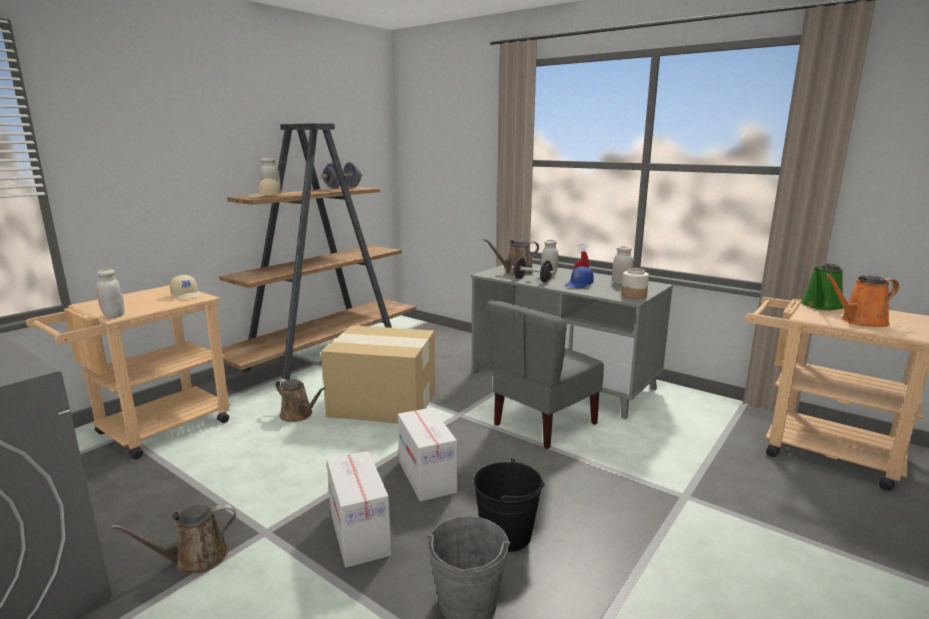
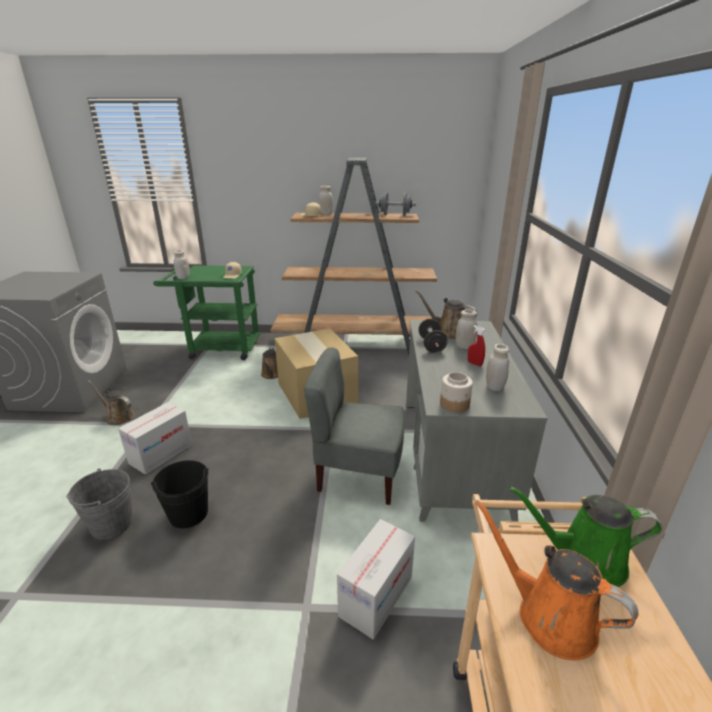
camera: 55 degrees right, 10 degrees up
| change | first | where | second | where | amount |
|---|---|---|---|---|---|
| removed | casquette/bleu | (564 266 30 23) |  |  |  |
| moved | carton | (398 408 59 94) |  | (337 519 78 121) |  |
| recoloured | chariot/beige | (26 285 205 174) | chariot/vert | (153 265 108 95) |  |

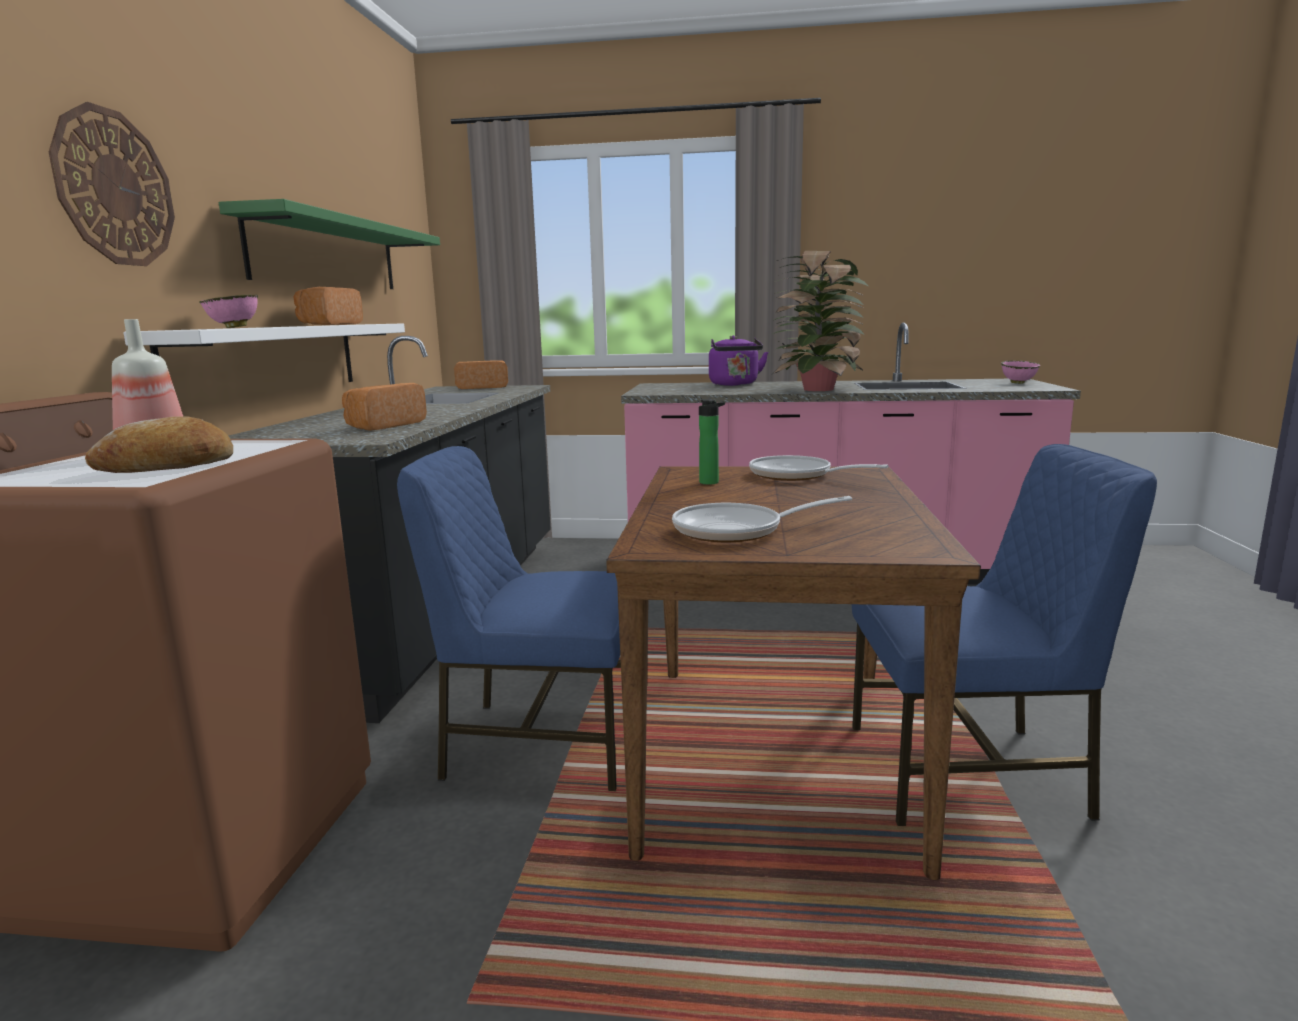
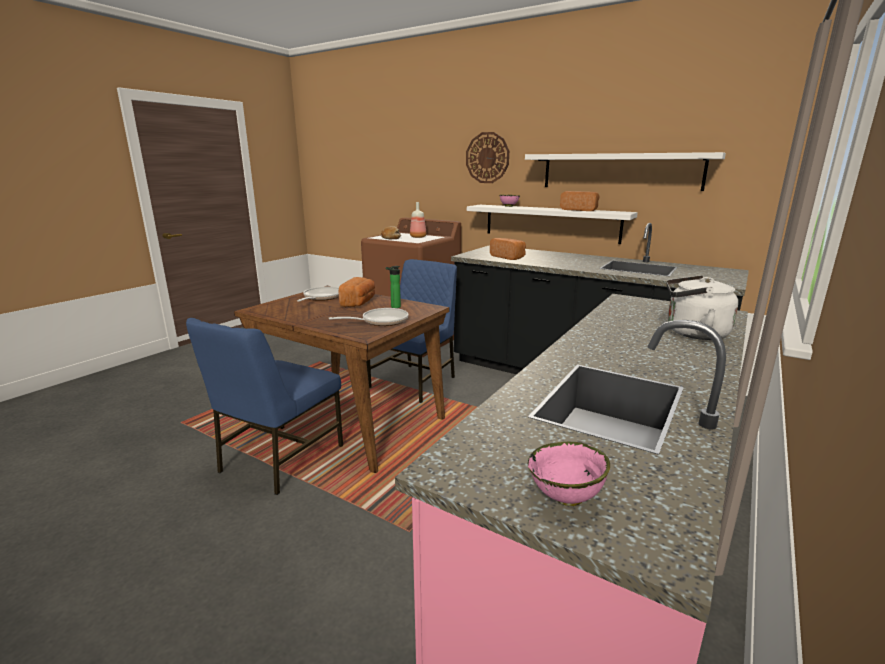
camera: 115 degrees right, 5 degrees up
| change | first | where | second | where | amount |
|---|---|---|---|---|---|
| removed | plante en pot | (771 251 97 140) |  |  |  |
| moved | pain | (454 360 54 29) |  | (339 277 36 30) |  |
| recoloured | étagère/vert | (219 199 221 90) | étagère/blanc | (525 152 201 39) |  |
| recoloured | bouilloire/violet | (709 335 59 51) | bouilloire/blanc | (666 275 72 65) |  |

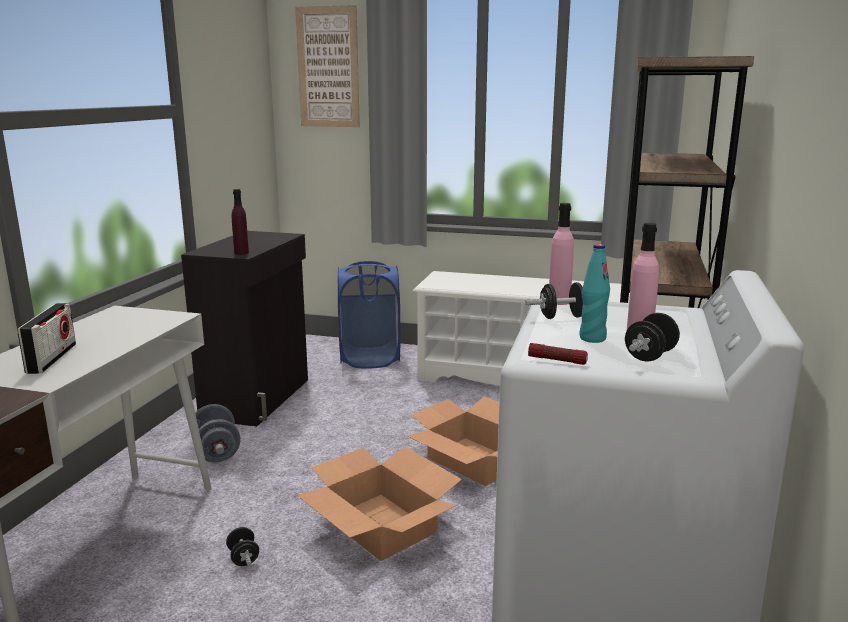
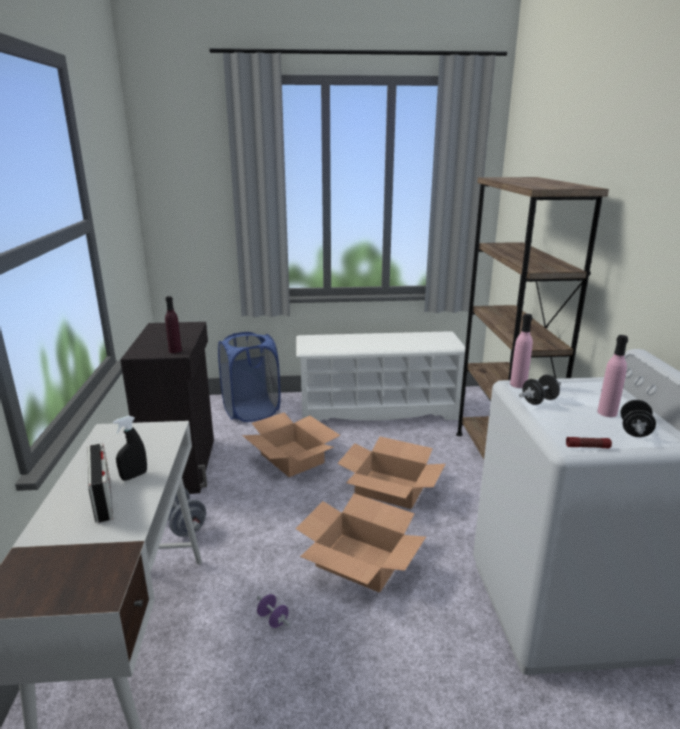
camera: 20 degrees left, 5 degrees up
| change | first | where | second | where | amount |
|---|---|---|---|---|---|
| removed | tableau | (295 5 65 122) |  |  |  |
| removed | bouteille/turquoise | (580 244 30 99) |  |  |  |
| added |  |  | vaporisateur/noir | (113 416 34 65) |  |
| added |  |  | carton | (242 413 99 64) |  |
| recoloured | haltère/noir | (226 527 33 39) | haltère/violet | (257 594 34 34) |  |

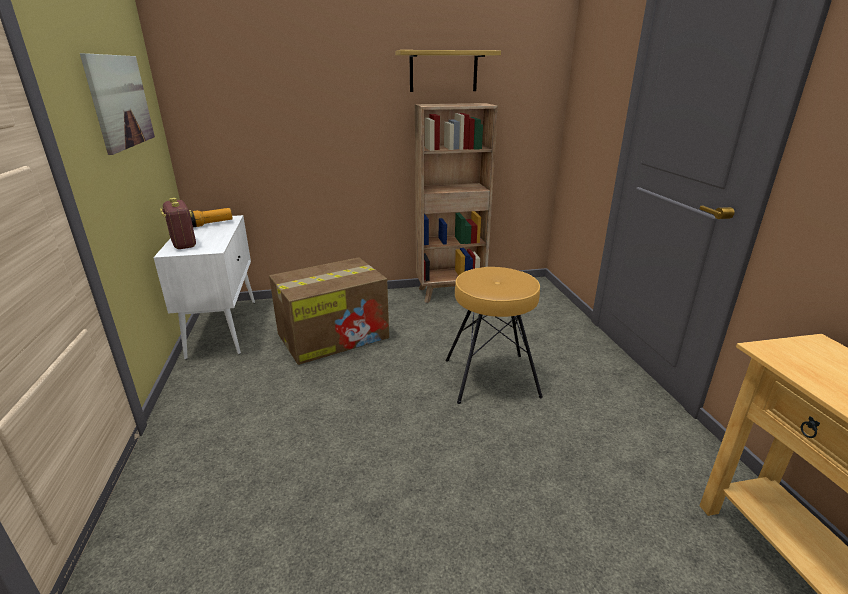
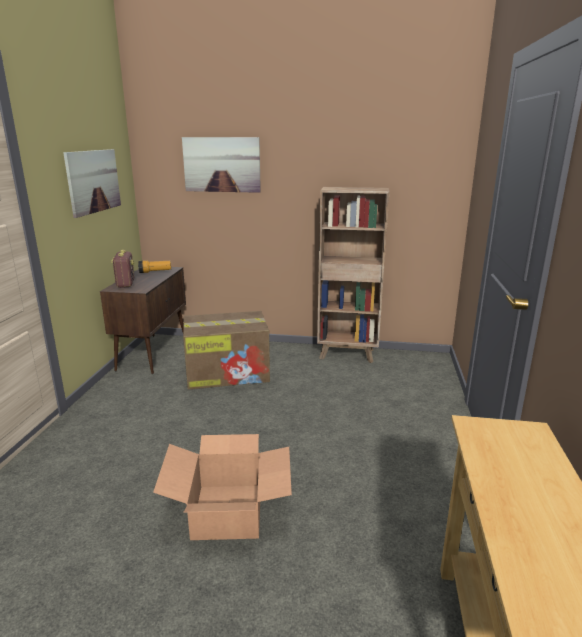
camera: 20 degrees right, 5 degrees down
| change | first | where | second | where | amount |
|---|---|---|---|---|---|
| removed | étagère | (396 50 105 42) |  |  |  |
| removed | tabouret/marron | (446 267 97 137) |  |  |  |
| added |  |  | carton | (153 434 139 106) |  |
| added |  |  | tableau | (182 137 79 56) |  |
| recoloured | meuble de rangement/blanc | (153 215 102 145) | meuble de rangement/marron | (100 267 86 107) |  |

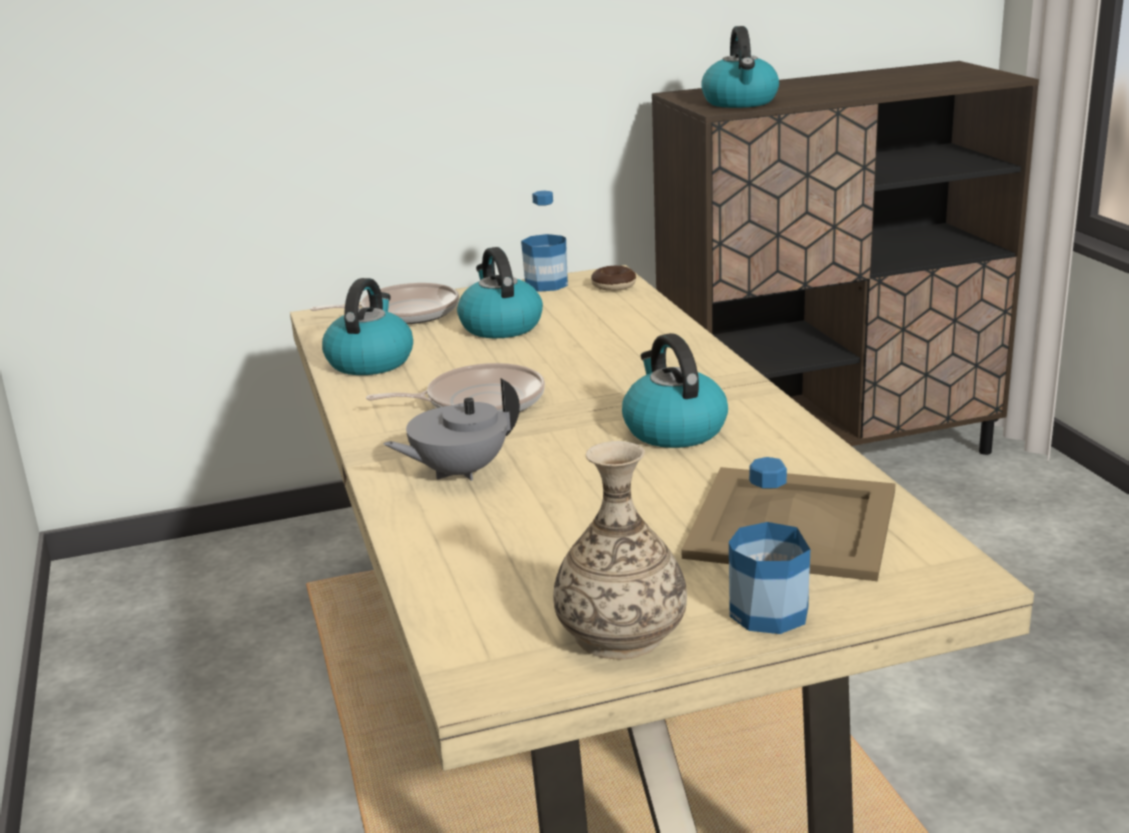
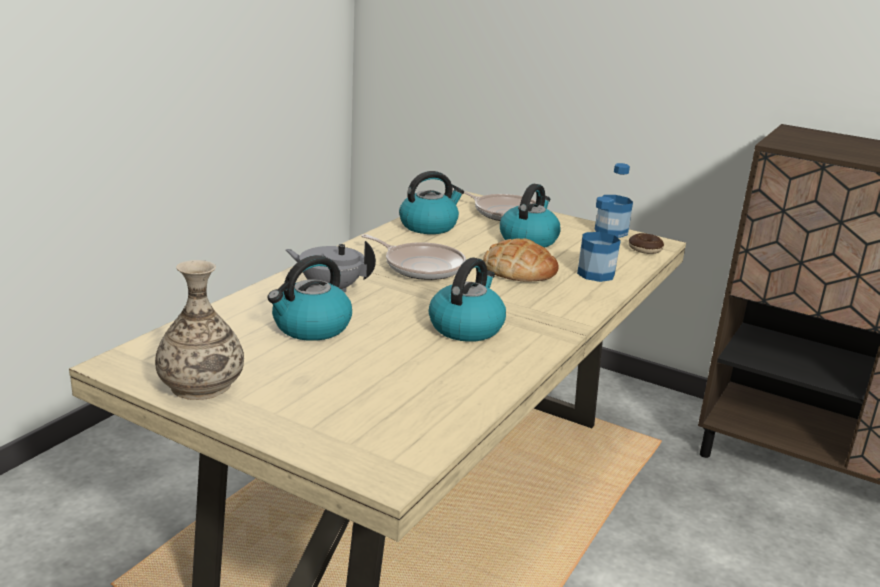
camera: 45 degrees right, 0 degrees up
| change | first | where | second | where | amount |
|---|---|---|---|---|---|
| removed | plateau/beige | (682 467 213 114) |  |  |  |
| added |  |  | pain | (483 238 75 44) |  |
| moved | bouilloire | (701 26 78 82) |  | (267 255 85 86) |  |
| moved | bouteille | (729 457 81 177) |  | (577 197 44 85) |  |

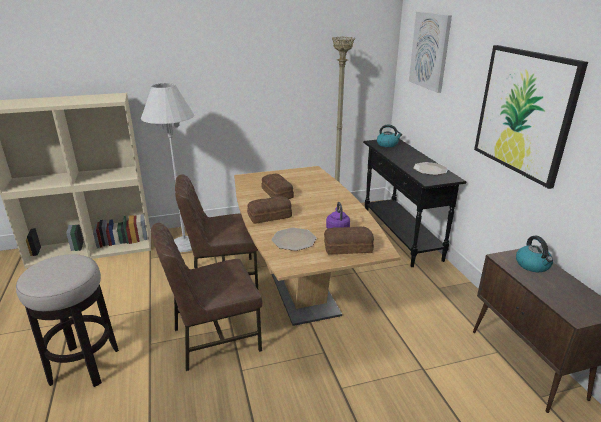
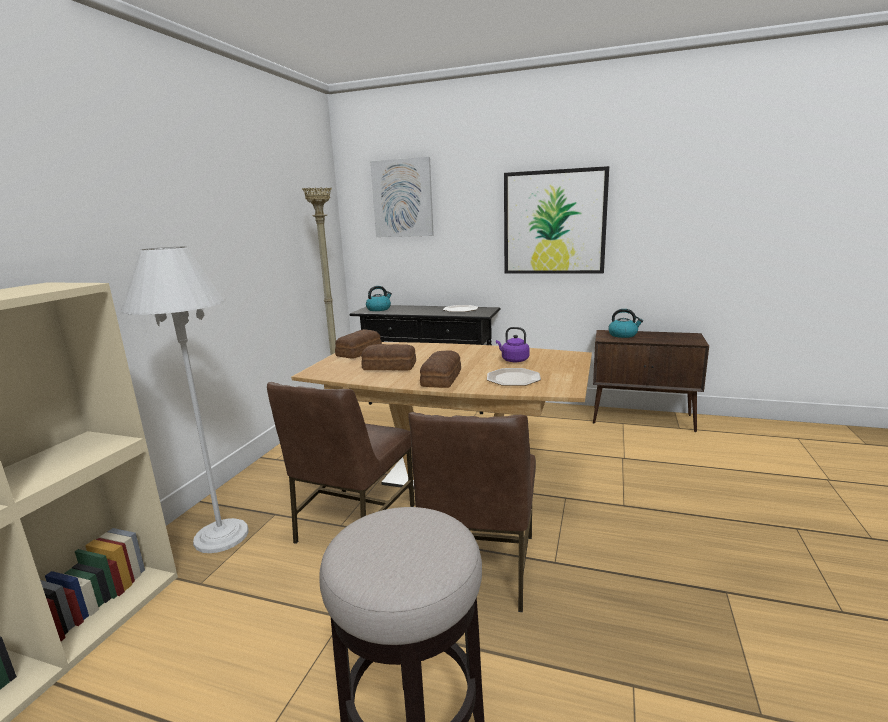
camera: 55 degrees left, 10 degrees down
| change | first | where | second | where | amount |
|---|---|---|---|---|---|
| moved | pain | (324 227 50 28) |  | (335 329 47 30) |  |

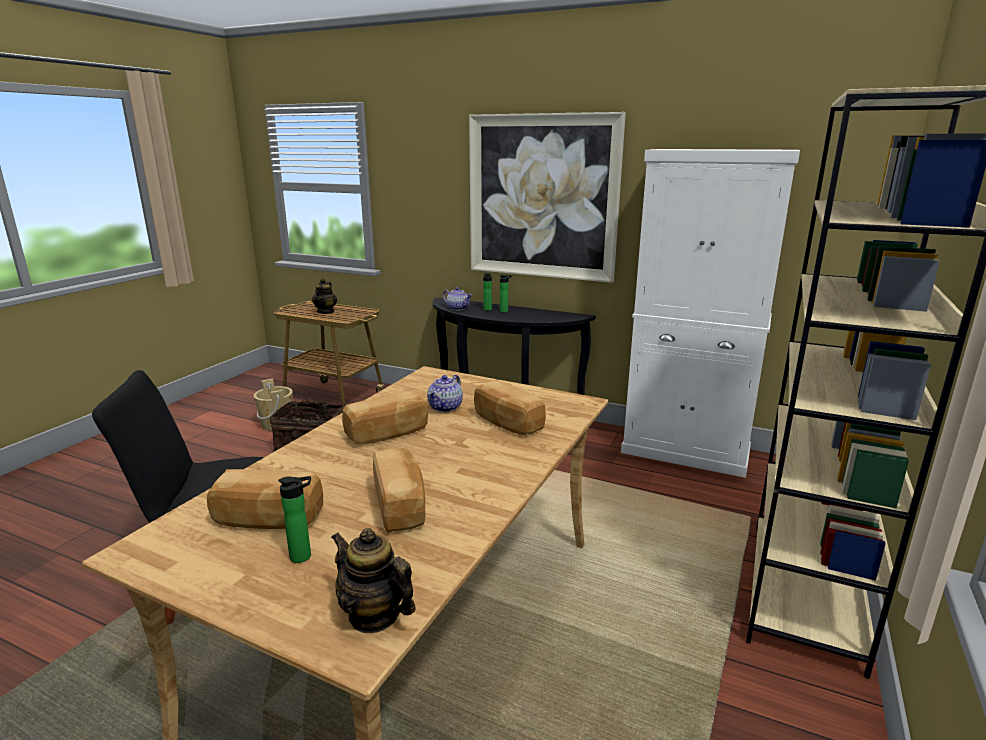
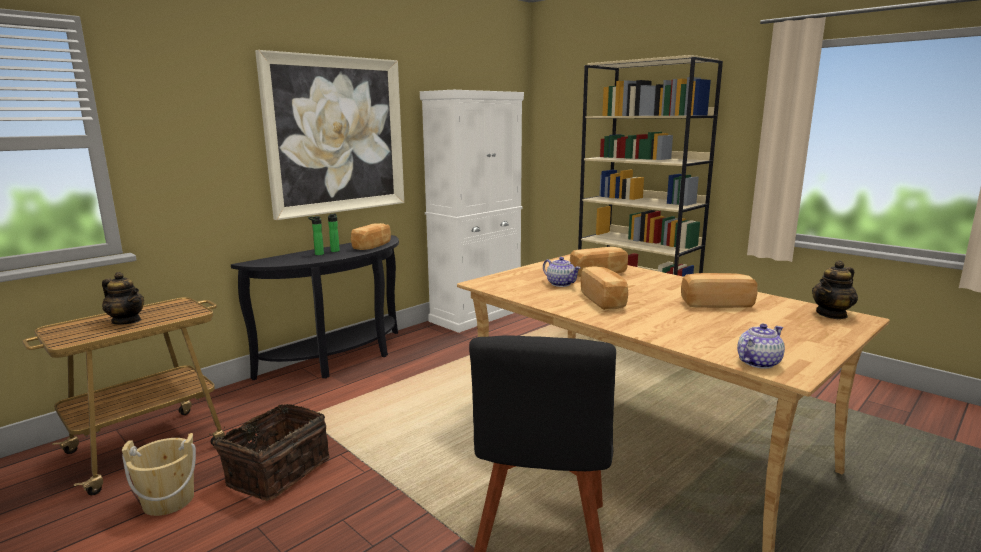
camera: 70 degrees left, 5 degrees down
| change | first | where | second | where | amount |
|---|---|---|---|---|---|
| removed | bouteille | (278 476 33 87) |  |  |  |
| moved | pain | (207 469 116 60) |  | (351 223 40 27) |  |
| moved | théière | (443 287 29 24) |  | (737 324 48 45) |  |

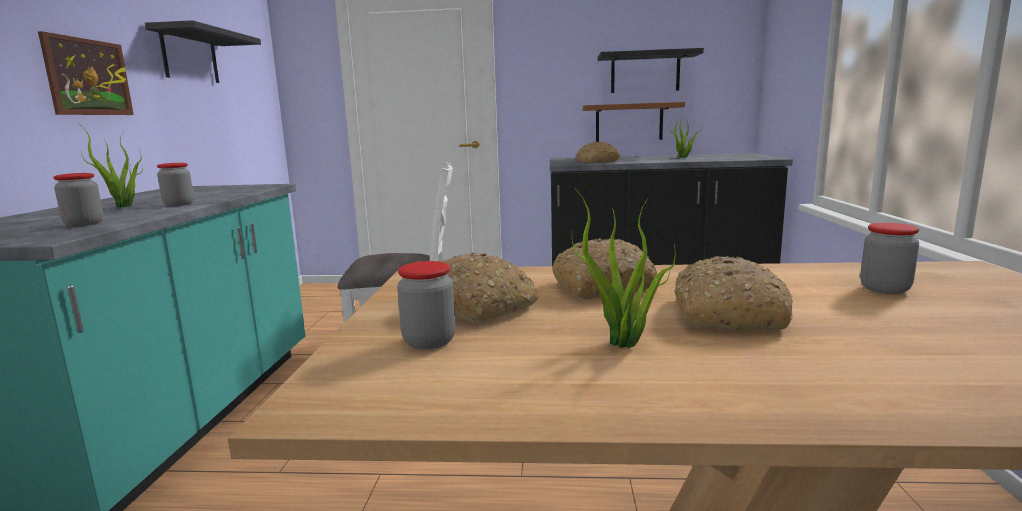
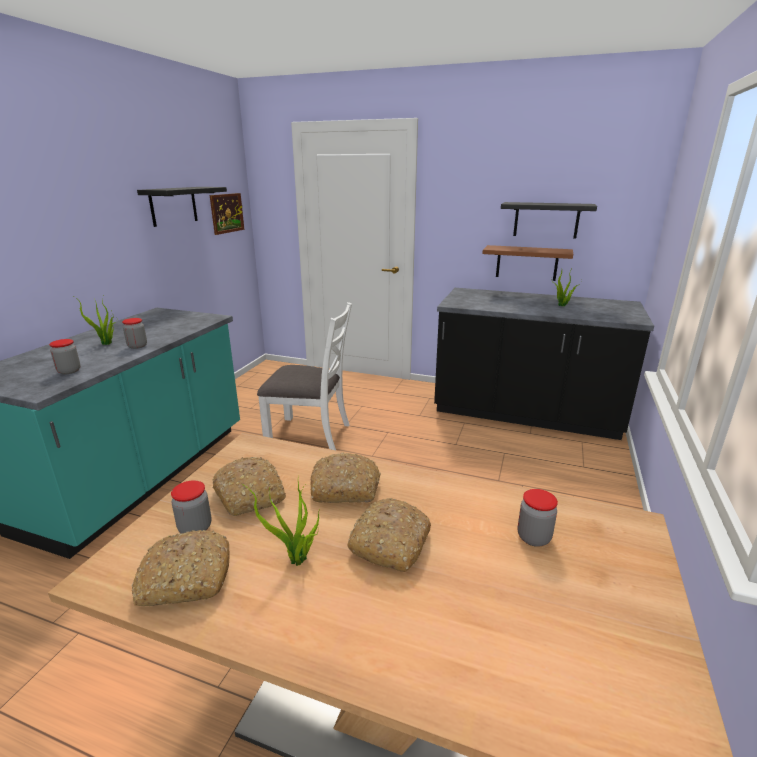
camera: 15 degrees right, 10 degrees up
| change | first | where | second | where | amount |
|---|---|---|---|---|---|
| moved | tableau | (38 31 96 84) |  | (210 193 34 42) |  |
| moved | pain | (576 142 44 21) |  | (132 530 98 76) |  |

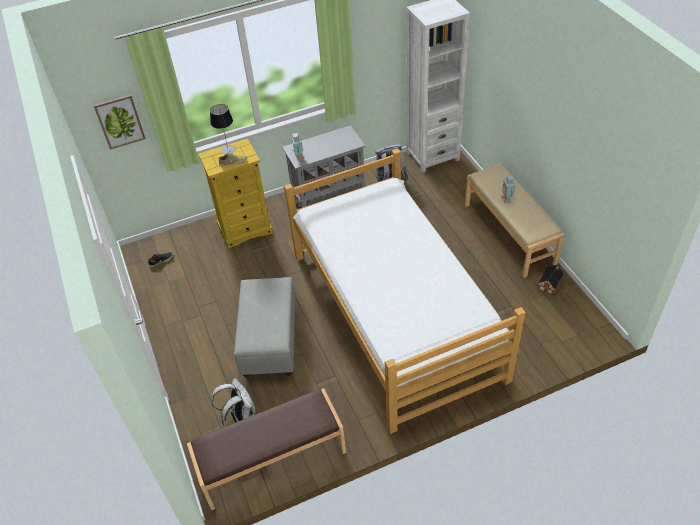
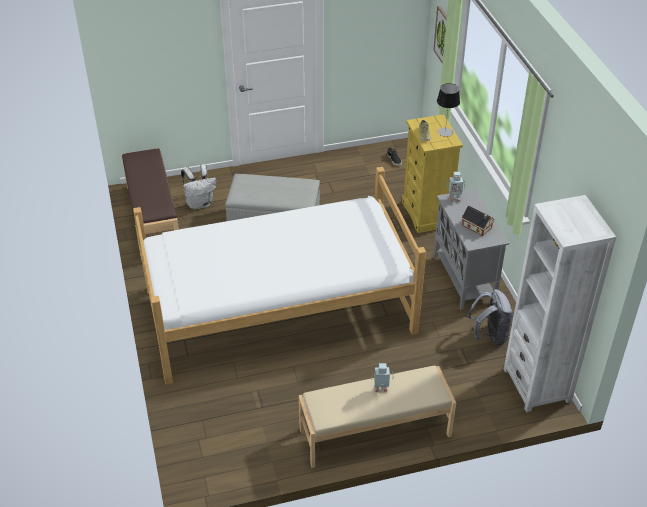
camera: 95 degrees right, 5 degrees down
| change | first | where | second | where | amount |
|---|---|---|---|---|---|
| moved | maison miniature | (538 265 26 30) |  | (462 206 32 30) |  |

